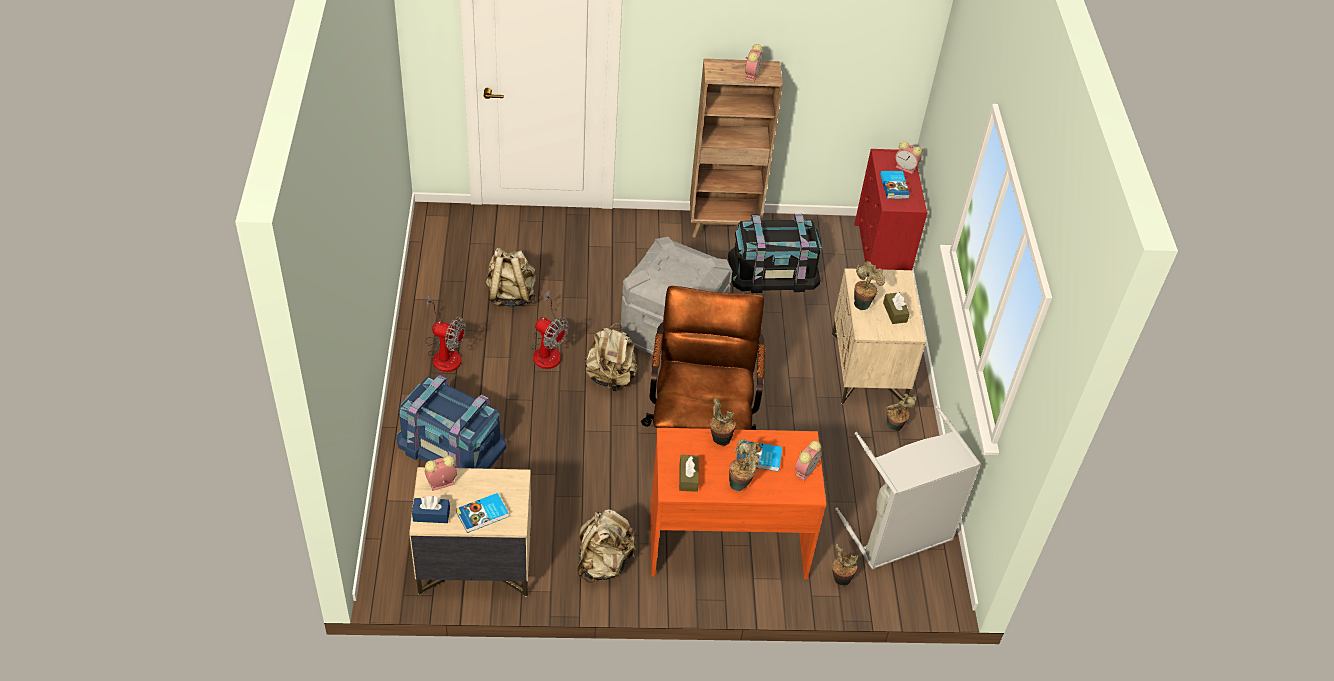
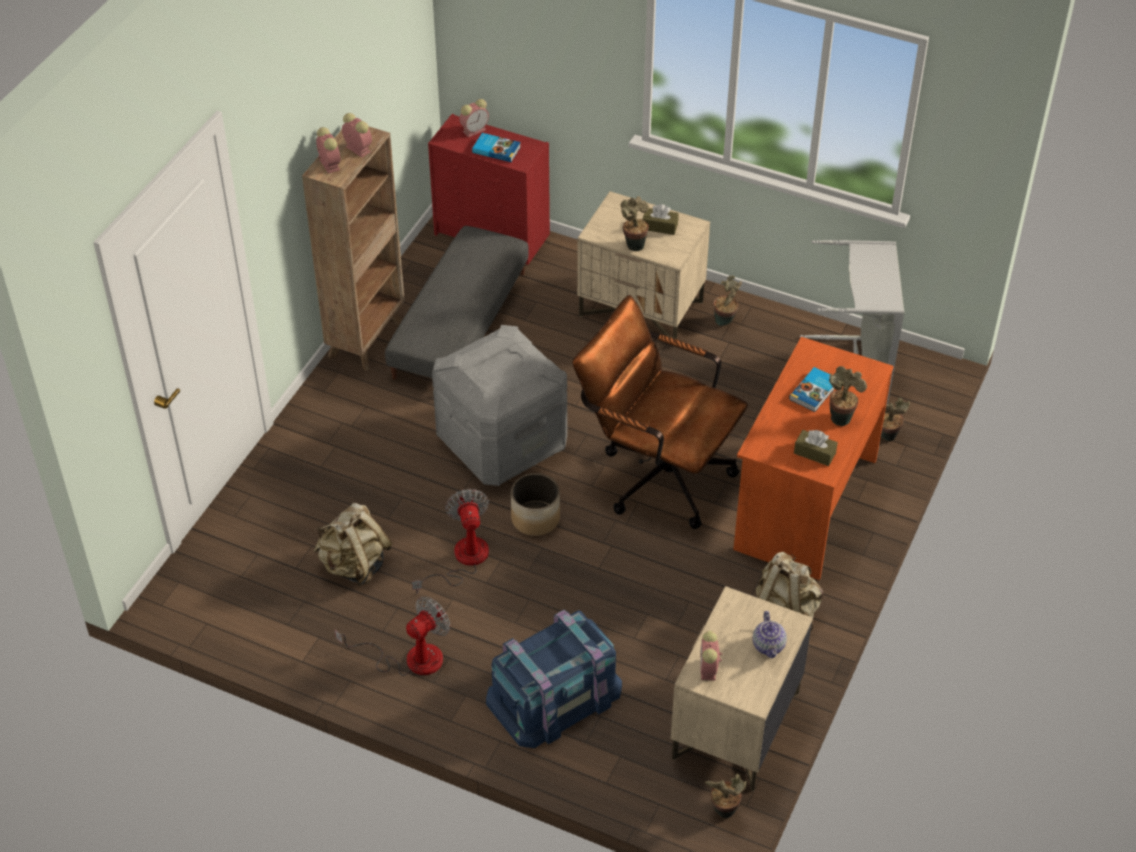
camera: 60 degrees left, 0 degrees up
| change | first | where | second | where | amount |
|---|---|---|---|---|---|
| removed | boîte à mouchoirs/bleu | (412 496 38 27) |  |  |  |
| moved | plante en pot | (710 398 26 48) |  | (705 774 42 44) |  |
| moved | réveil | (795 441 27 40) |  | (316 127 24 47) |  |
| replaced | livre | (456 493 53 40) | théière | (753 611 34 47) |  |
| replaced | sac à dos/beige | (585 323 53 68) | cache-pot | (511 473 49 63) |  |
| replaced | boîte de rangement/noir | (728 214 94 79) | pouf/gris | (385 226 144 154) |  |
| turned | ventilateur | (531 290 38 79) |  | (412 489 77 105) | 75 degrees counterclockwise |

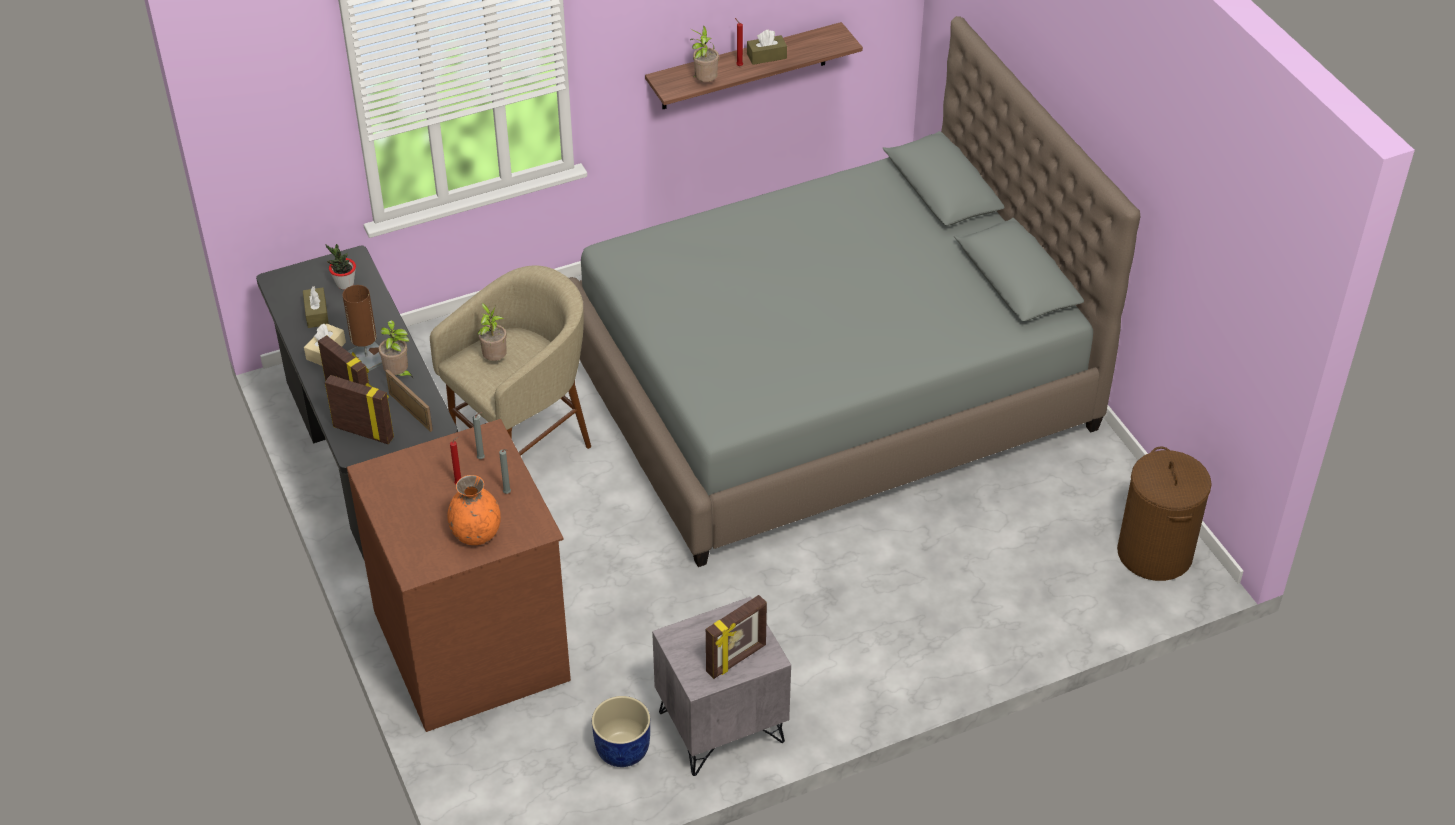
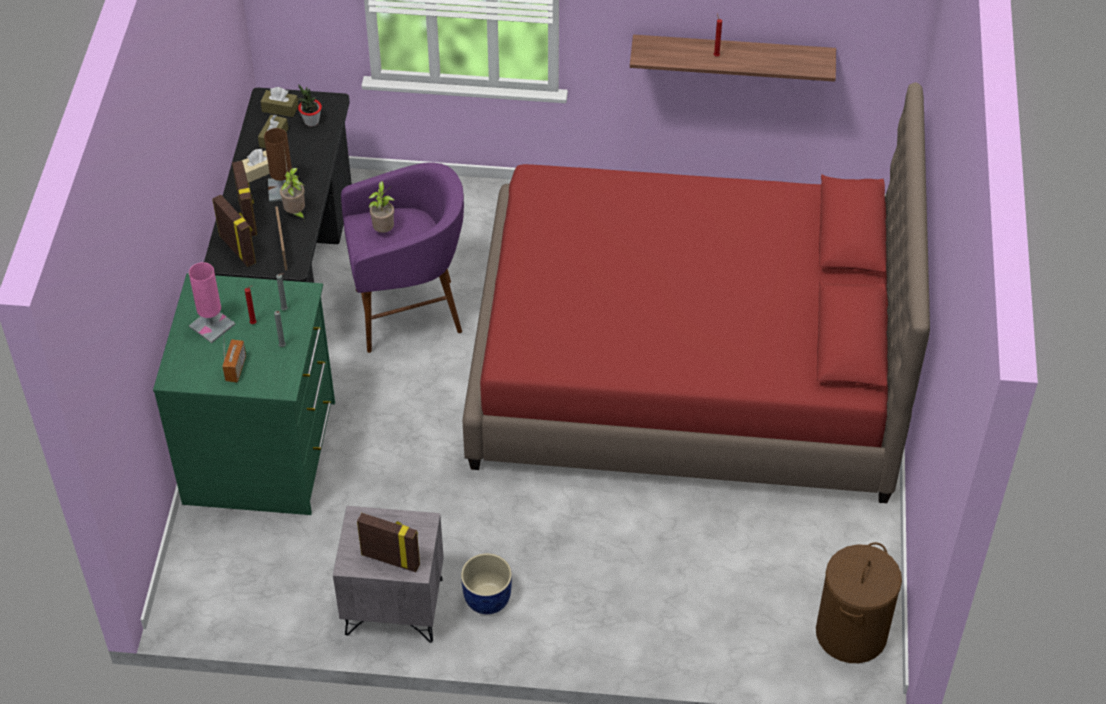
camera: 30 degrees right, 5 degrees up
| change | first | where | second | where | amount |
|---|---|---|---|---|---|
| removed | plante en pot | (690 25 29 57) |  |  |  |
| added |  |  | lampe de table/rose | (189 262 46 81) |  |
| moved | cache-pot/bleu | (592 696 58 71) |  | (461 553 51 61) |  |
| moved | boîte à mouchoirs/marron | (747 30 40 35) |  | (260 87 39 30) |  |
| replaced | vase/orange | (448 475 53 70) | radio | (222 330 24 53) |  |
| recoloured | commode/marron | (347 419 224 313) | commode/vert | (153 273 182 242) |  |
| recoloured | tabouret/beige | (430 265 161 191) | tabouret/violet | (341 162 123 191) |  |
| recoloured | lit/gris | (569 16 571 551) | lit/rouge | (463 82 467 421) |  |
| turned | cadre photo | (706 595 61 84) |  | (357 513 63 59) | 150 degrees counterclockwise |

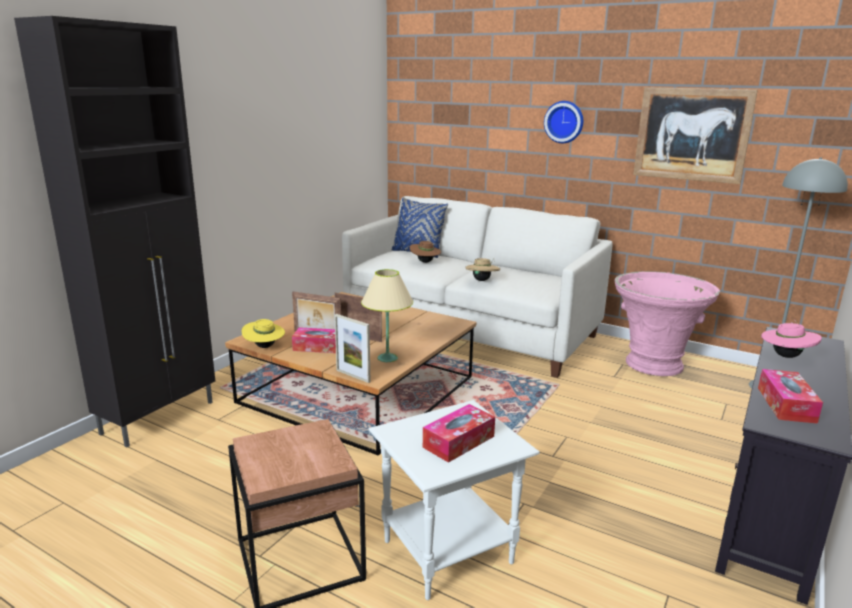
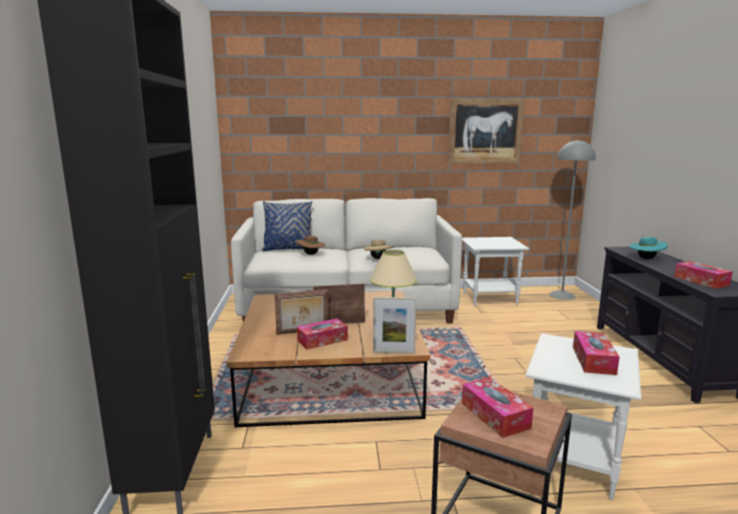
camera: 35 degrees left, 5 degrees down
| change | first | where | second | where | amount |
|---|---|---|---|---|---|
| removed | chapeau/jaune | (242 319 43 29) |  |  |  |
| removed | horloge murale | (544 101 39 42) |  |  |  |
| added |  |  | boîte à mouchoirs | (462 377 71 61) |  |
| replaced | cache-pot/rose | (615 271 105 105) | table d'appoint/blanc | (462 237 67 69) |  |
| recoloured | chapeau/rose | (761 320 61 38) | chapeau/turquoise | (629 235 39 24) |  |

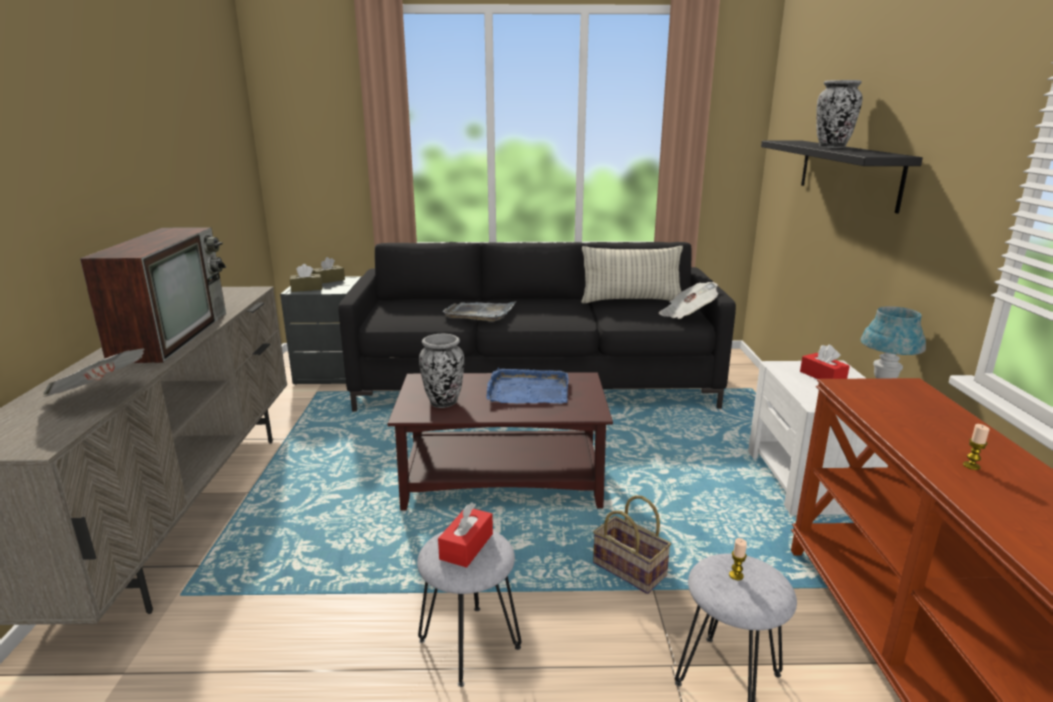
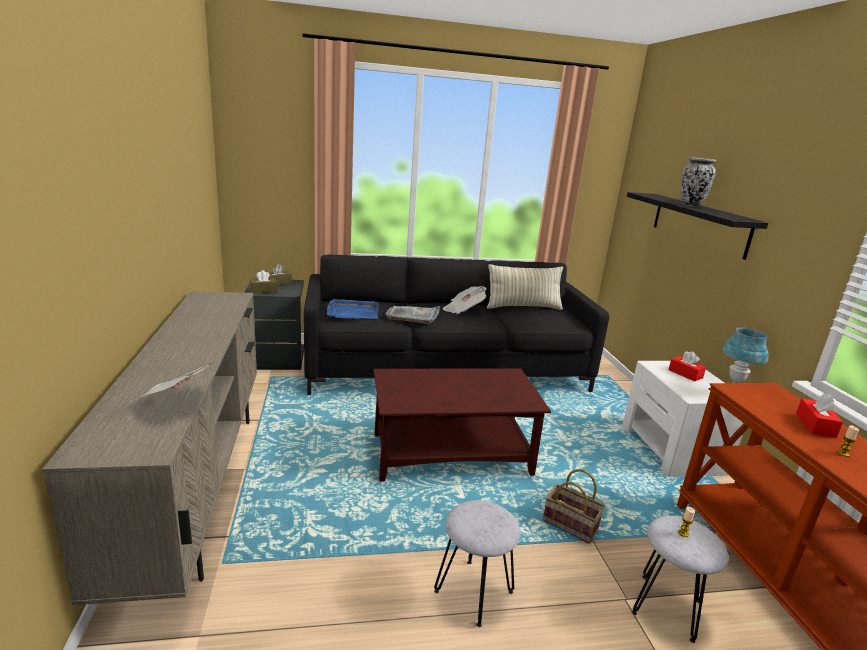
camera: 10 degrees left, 0 degrees up
| change | first | where | second | where | amount |
|---|---|---|---|---|---|
| removed | téléviseur | (80 227 146 136) |  |  |  |
| removed | vase | (419 334 45 74) |  |  |  |
| moved | boîte à mouchoirs/rouge | (438 502 55 66) |  | (796 393 47 45) |  |
| moved | plateau/bleu | (486 368 82 35) |  | (327 298 52 21) |  |
| moved | journal | (659 282 59 37) |  | (443 286 43 28) |  |

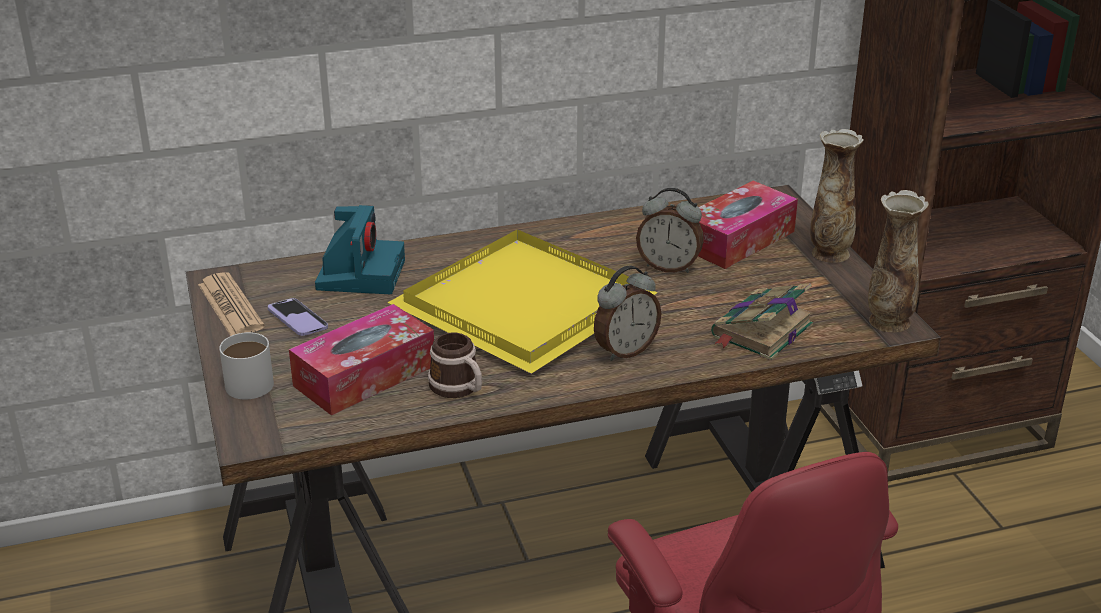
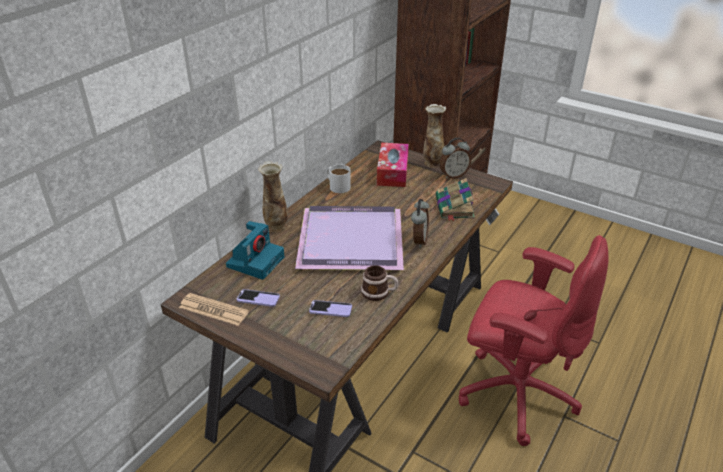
camera: 40 degrees left, 5 degrees up
| change | first | where | second | where | amount |
|---|---|---|---|---|---|
| moved | mug/blanc | (219 332 55 67) |  | (326 165 25 28) |  |
| moved | réveil | (636 188 68 85) |  | (440 138 31 41) |  |
| moved | vase | (868 190 61 142) |  | (258 161 30 72) |  |
| replaced | boîte à mouchoirs | (289 304 145 112) | téléphone | (309 300 43 17) |  |
| recoloured | plateau/jaune | (387 230 271 144) | plateau/violet | (295 206 109 64) |  |
| turned | appareil photo | (315 205 90 89) |  | (226 221 59 59) | 60 degrees clockwise |

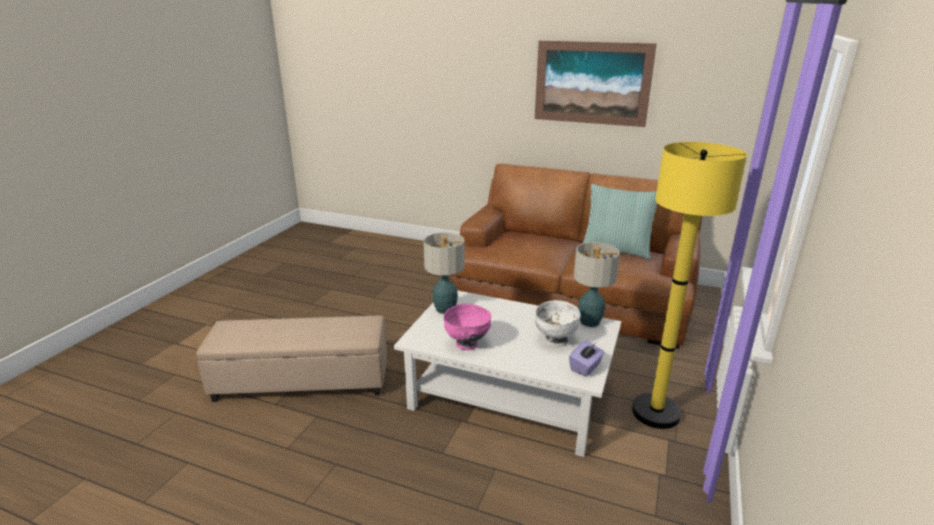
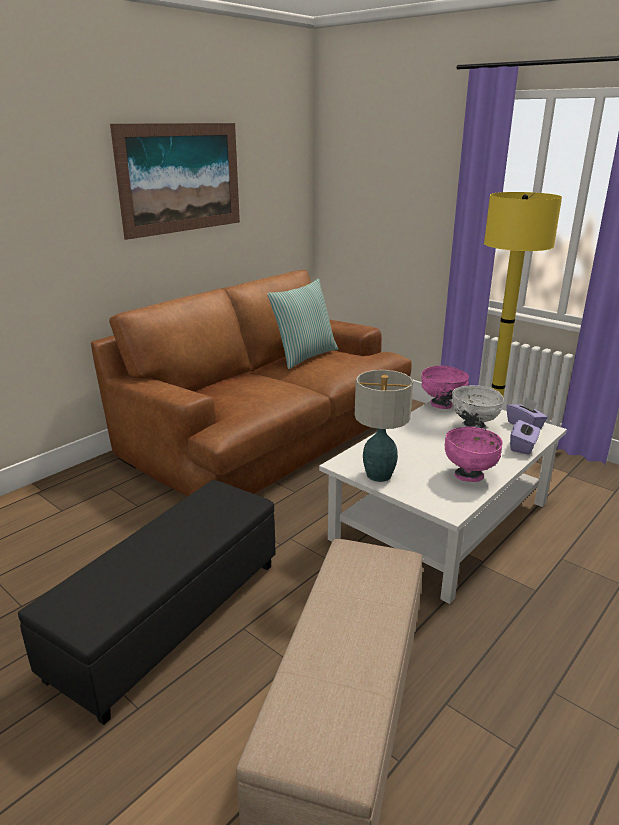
camera: 70 degrees left, 0 degrees up
| change | first | where | second | where | amount |
|---|---|---|---|---|---|
| added |  |  | pouf/noir | (18 480 257 245) |  |
| added |  |  | boîte à mouchoirs/violet | (510 420 30 35) |  |
| replaced | lampe de table | (574 242 46 85) | bol/rose | (422 366 47 43) |  |

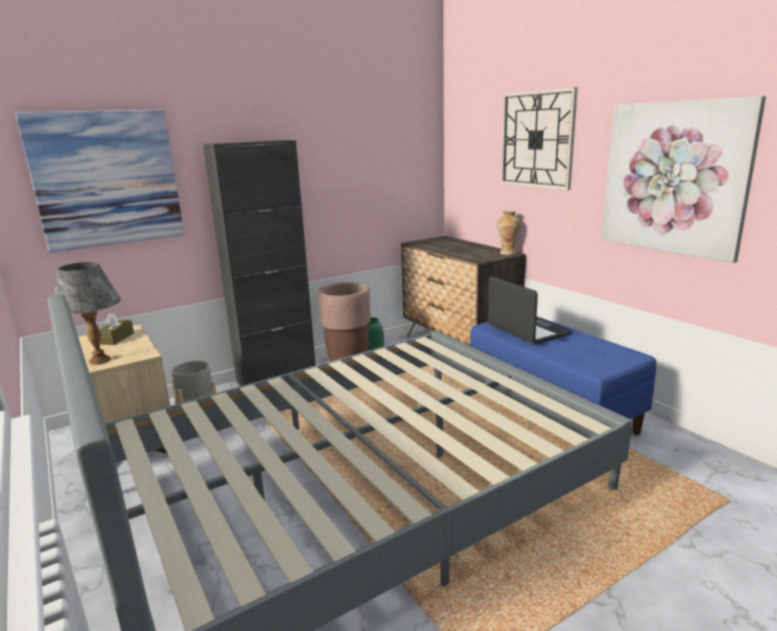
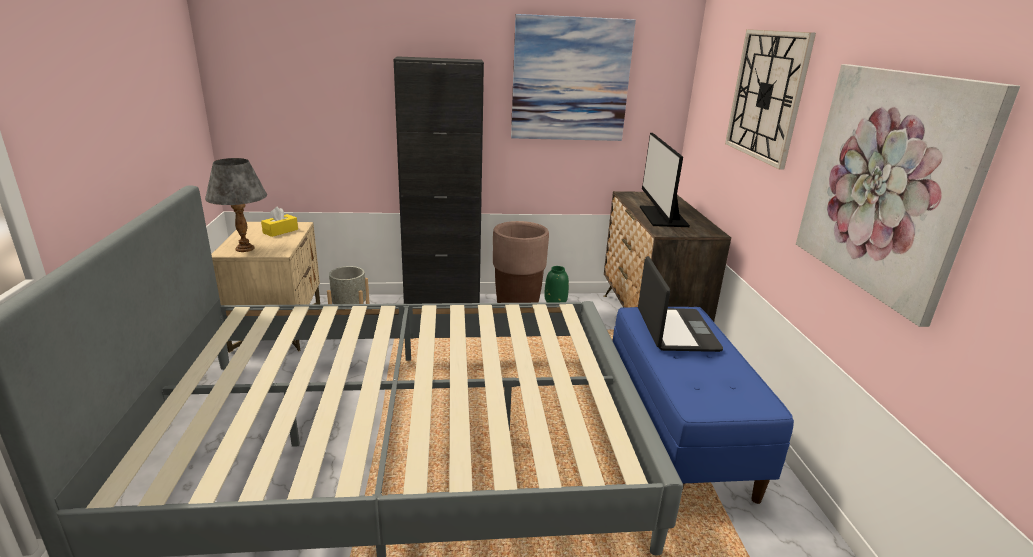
camera: 25 degrees right, 5 degrees up
| change | first | where | second | where | amount |
|---|---|---|---|---|---|
| removed | vase | (497 210 24 45) |  |  |  |
| added |  |  | écran d'ordinateur | (640 133 50 94) |  |
| moved | tableau | (15 110 169 143) |  | (511 14 125 127) |  |
| recoloured | boîte à mouchoirs/marron | (99 312 35 33) | boîte à mouchoirs/jaune | (261 207 37 30) |  |

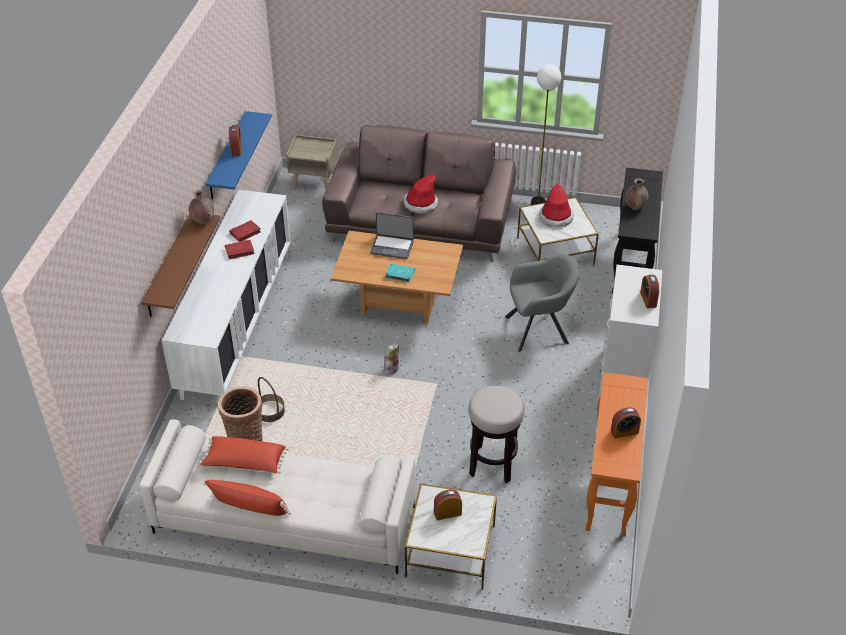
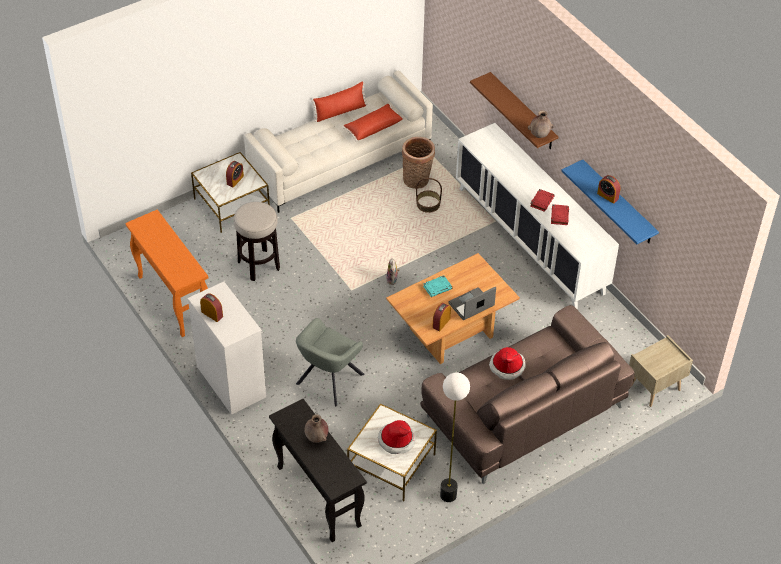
camera: 135 degrees right, 5 degrees up
| change | first | where | second | where | amount |
|---|---|---|---|---|---|
| moved | réveil | (611 407 30 31) |  | (432 303 19 28) |  |

